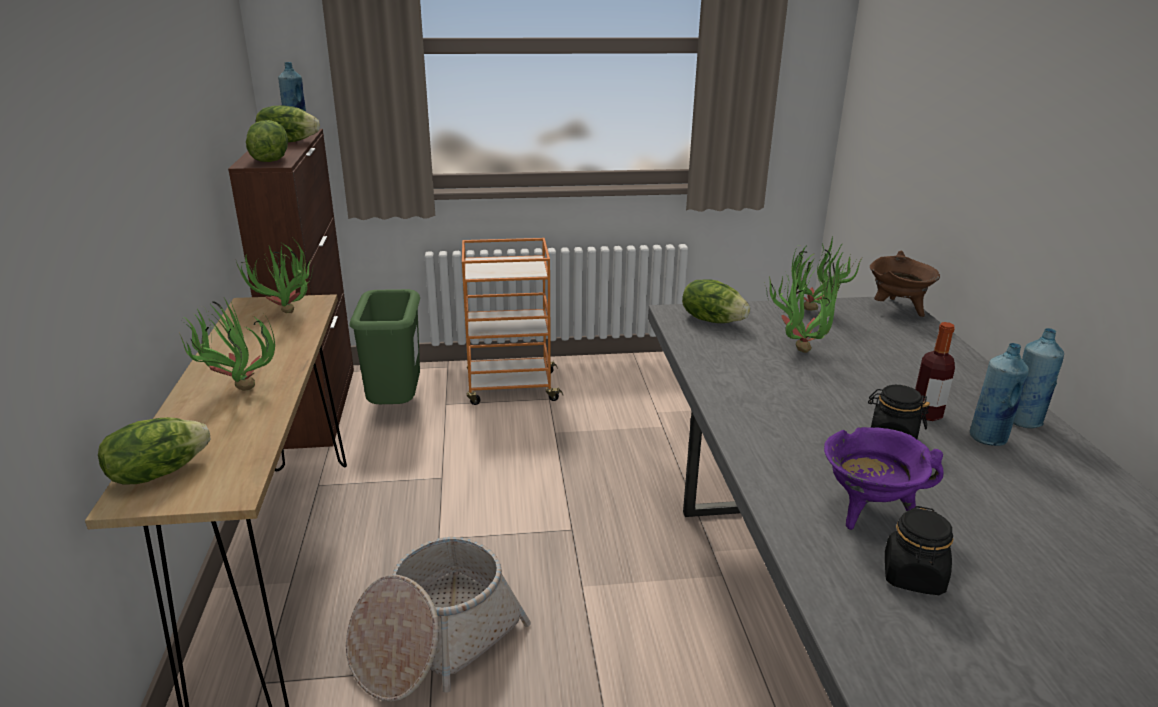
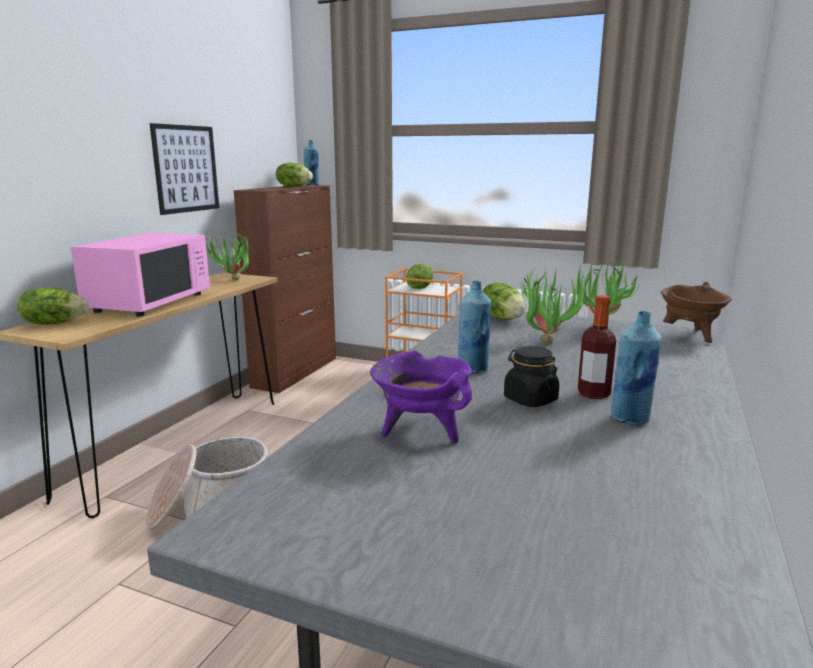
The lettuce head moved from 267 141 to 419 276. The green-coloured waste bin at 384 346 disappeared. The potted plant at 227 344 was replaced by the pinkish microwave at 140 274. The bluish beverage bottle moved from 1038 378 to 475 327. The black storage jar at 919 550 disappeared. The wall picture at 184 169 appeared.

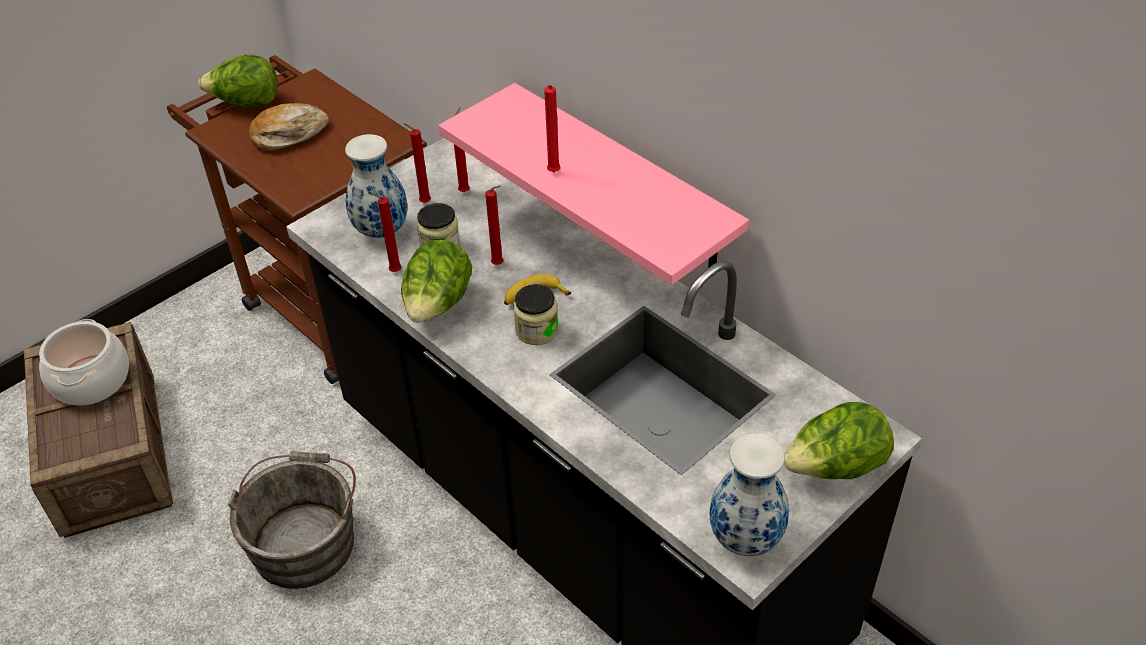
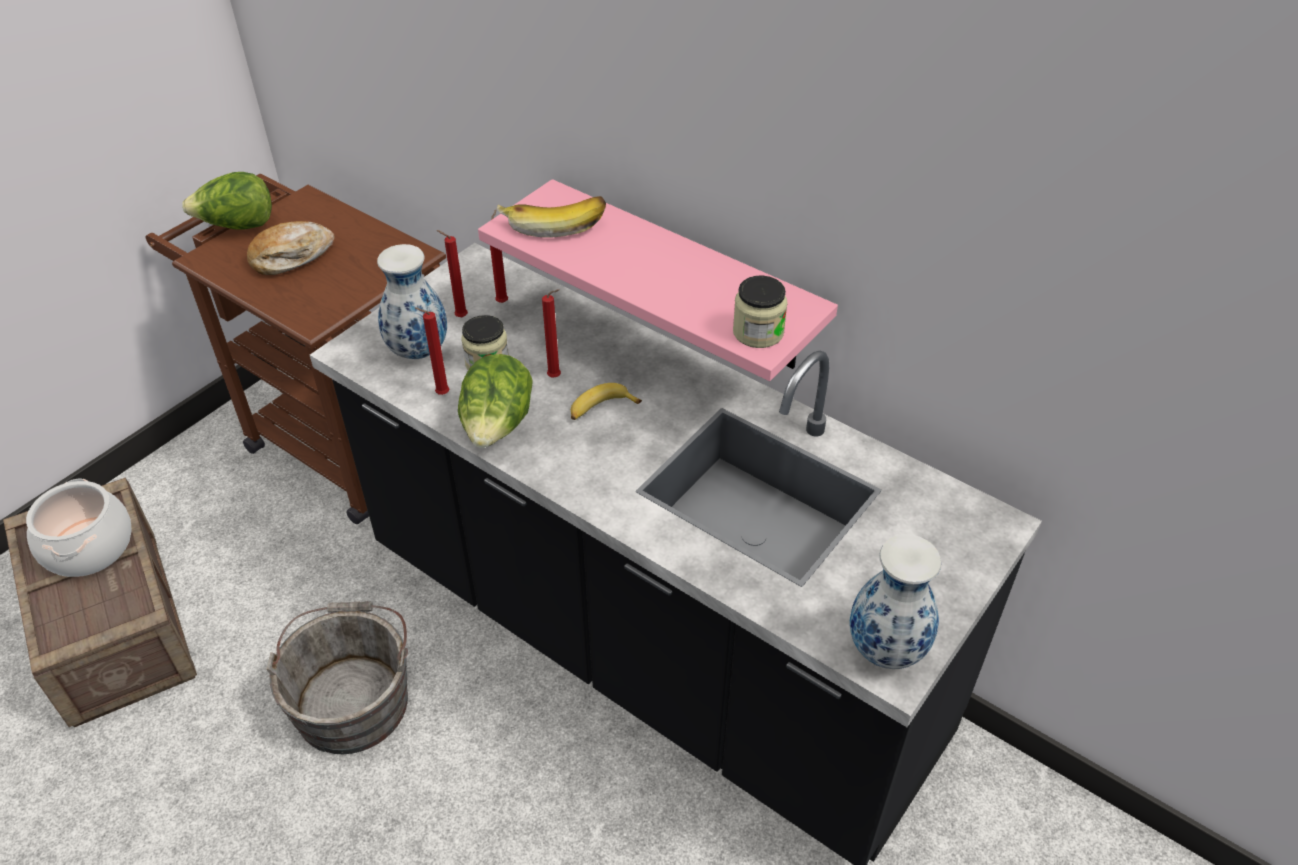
The reddish wax light at 552 128 disappeared. The storage jar moved from 536 314 to 760 312. The lettuce head at 839 440 disappeared. The banana at 551 217 appeared.

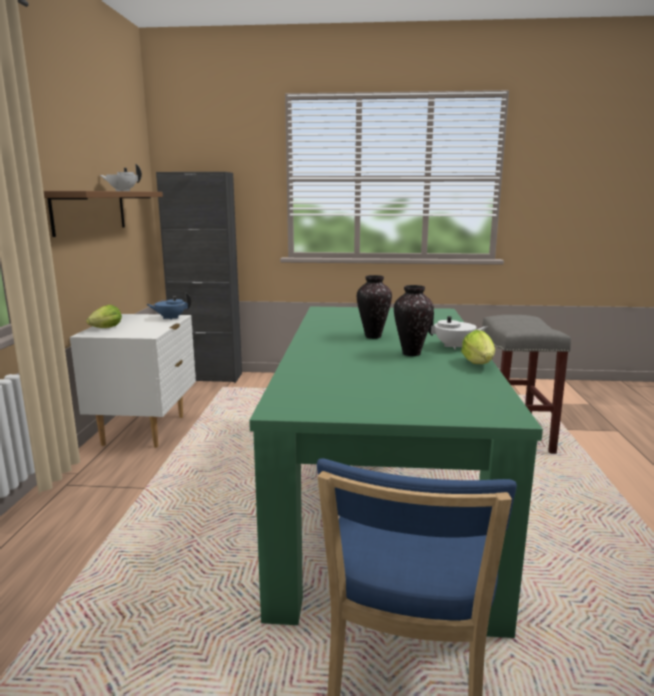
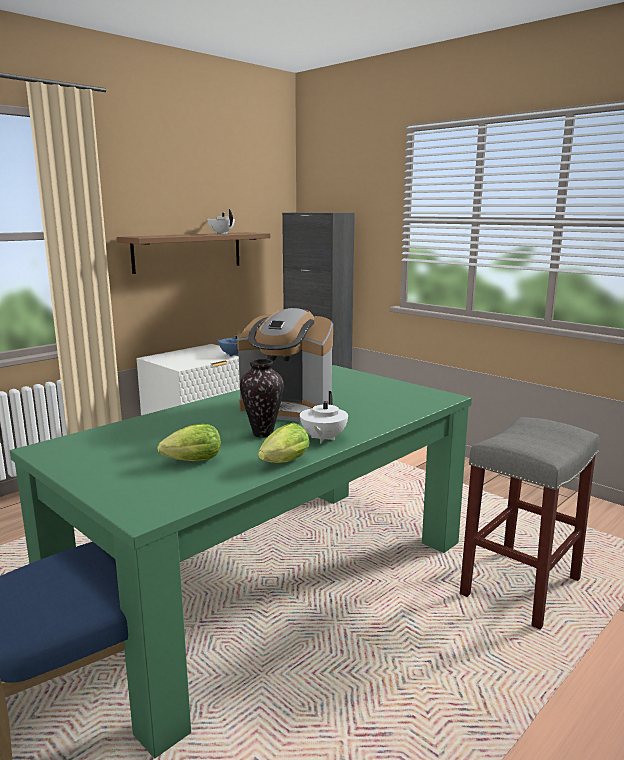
The flower vase at 374 307 was replaced by the coffee machine at 285 365. The lettuce head moved from 104 316 to 189 442. The whitish pot for tea at 458 330 turned 60 degrees clockwise.

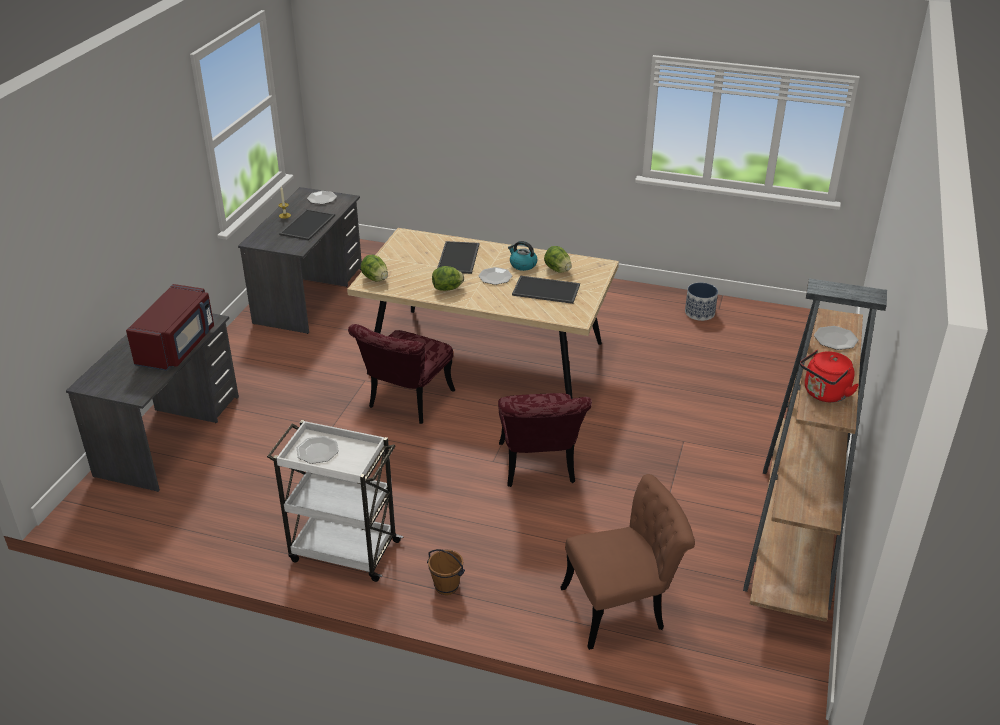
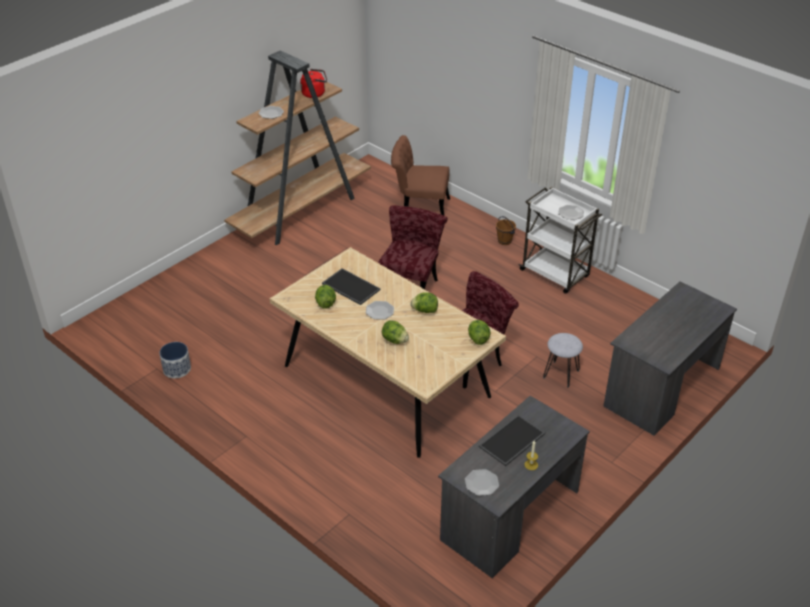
The carrying tray at 458 257 was replaced by the lettuce head at 395 332. The tea kettle at 523 256 disappeared. The reddish microwave at 170 327 disappeared. The greyish sitting stool at 563 360 appeared.

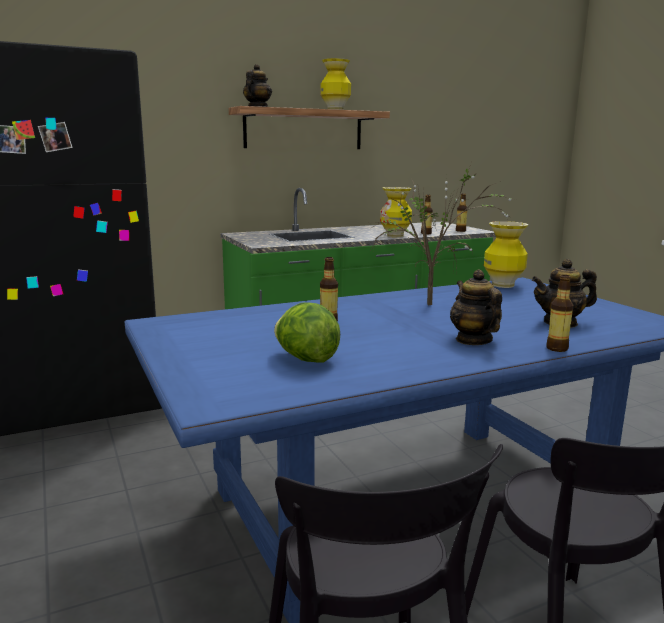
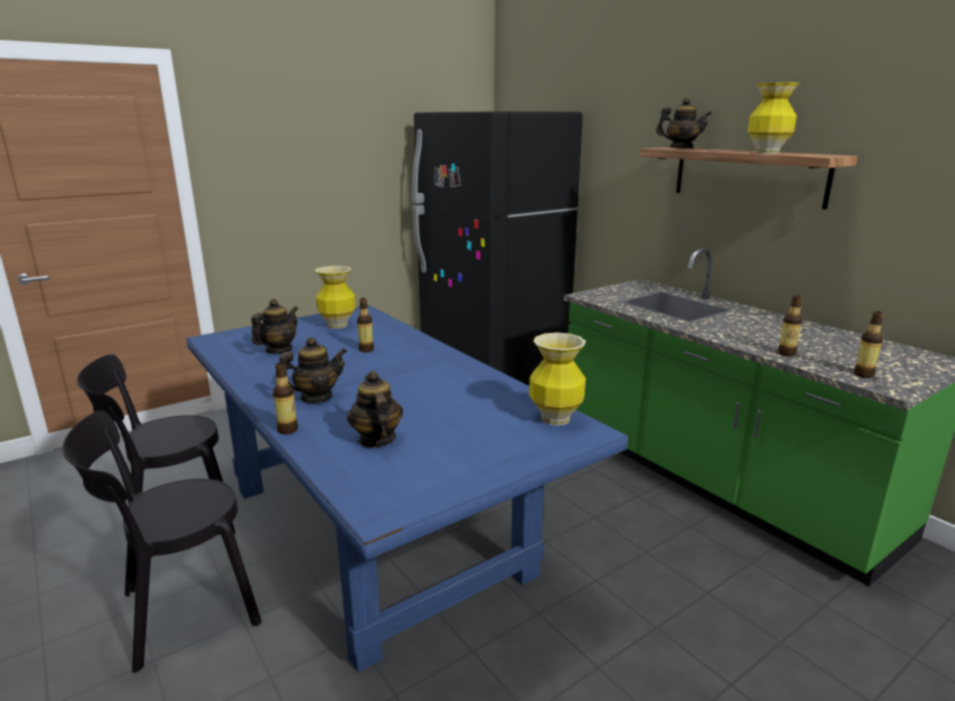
The potted plant at 441 235 disappeared. The flower vase moved from 396 212 to 335 297. The lettuce head at 307 332 was replaced by the pot for tea at 274 326.

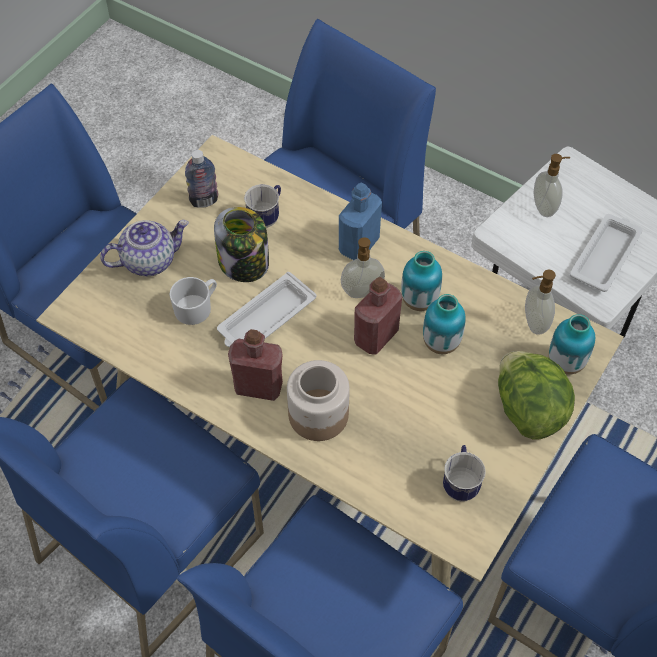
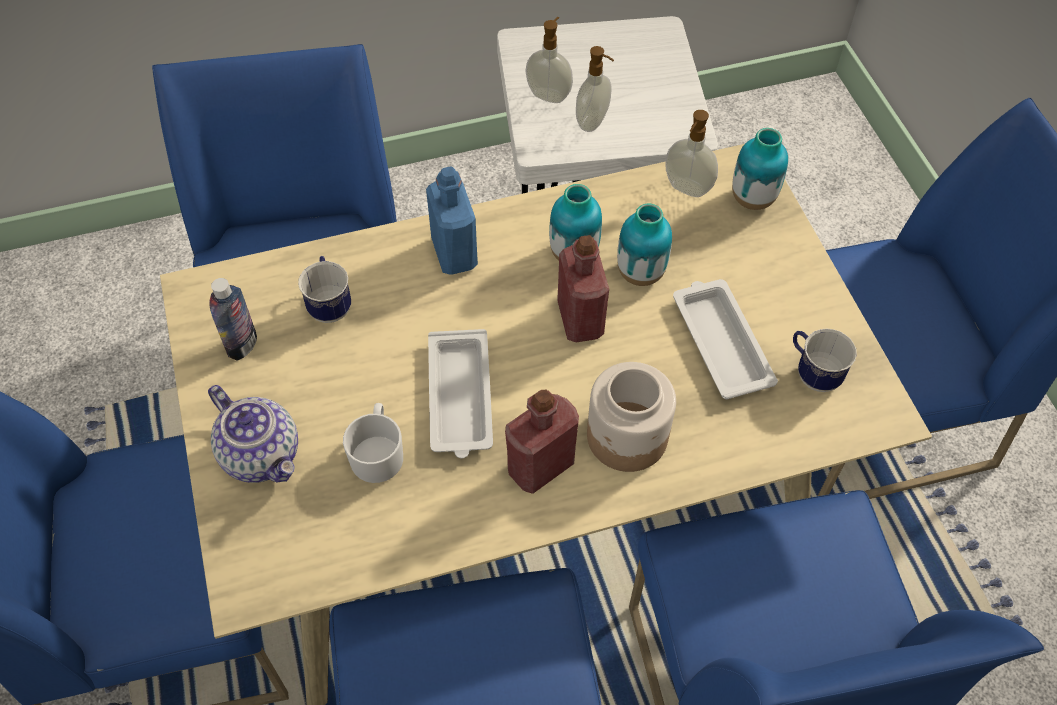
The storage jar at 241 244 disappeared. The whitish carrying tray moved from 606 253 to 725 339. The pot for tea at 144 248 turned 120 degrees clockwise. The soap dispenser moved from 363 267 to 595 89. The lettuce head at 536 395 disappeared.

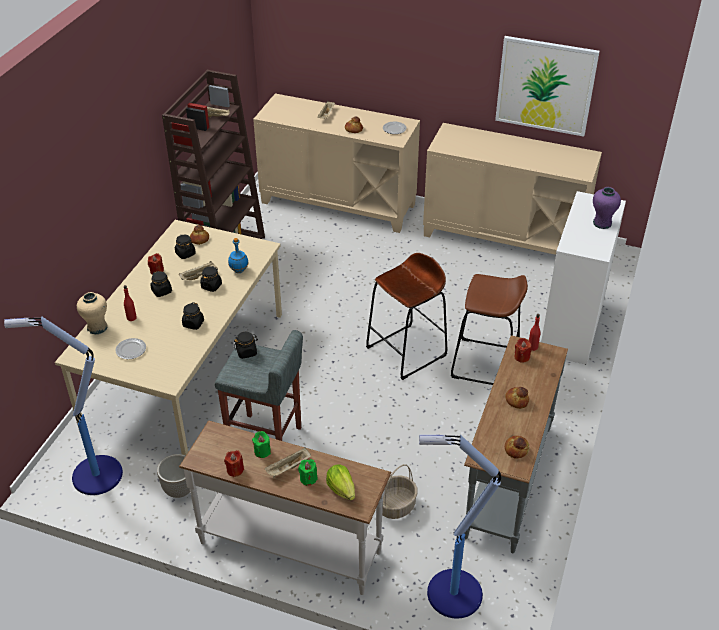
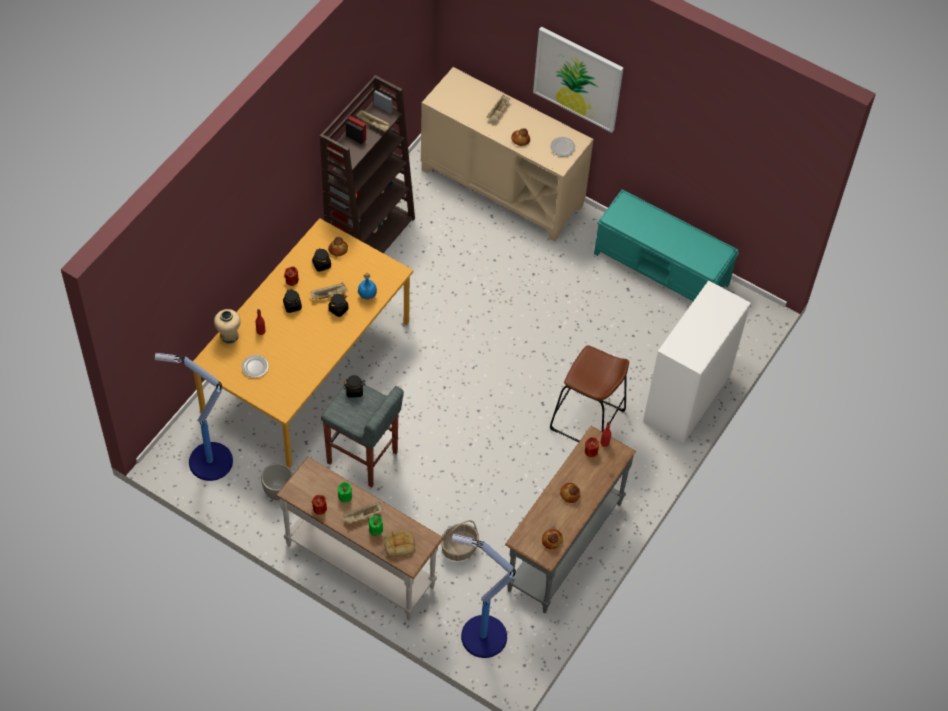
The wall picture moved from 547 86 to 578 80. The beige storage cabinet at 512 189 was replaced by the turquoise bench at 666 245. The purple-coloured flower vase at 607 208 disappeared. The beige dinner table at 168 337 became the orange-coloured dinner table at 303 343. The brown sitting stool at 406 316 disappeared. The black storage jar at 193 316 disappeared. The lettuce head at 340 482 was replaced by the bread at 399 543.

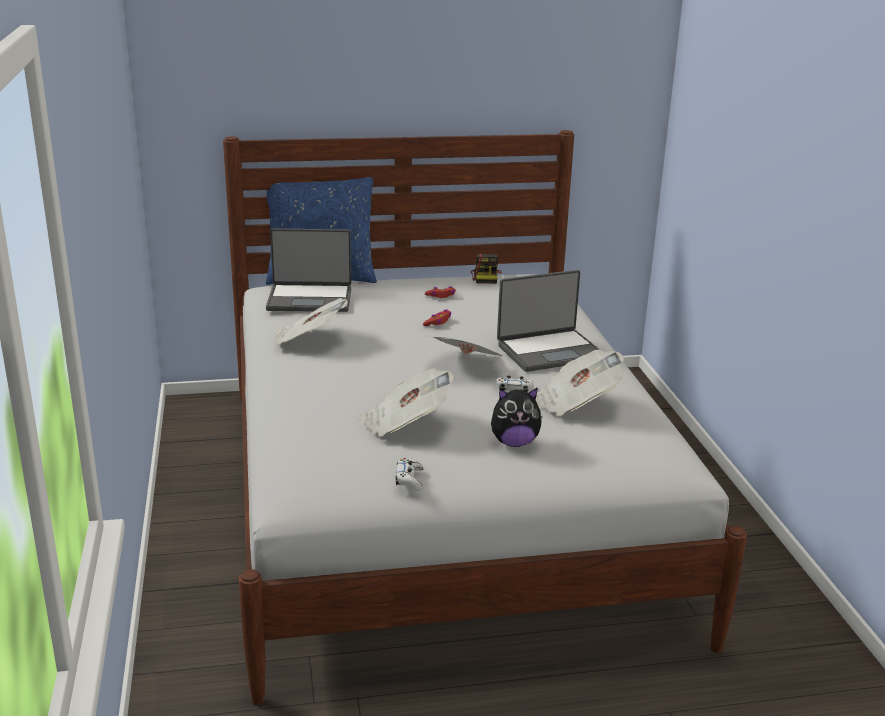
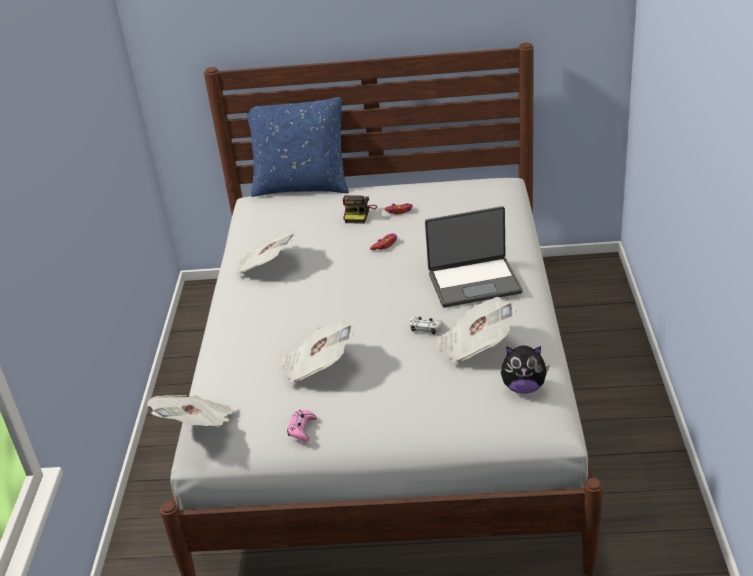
The portable computer at 308 270 disappeared. The photo camera moved from 486 269 to 360 209. The daily paper moved from 465 346 to 192 410. The cuddly toy moved from 517 417 to 525 369. The whitish game controller at 409 474 became the pinkish game controller at 302 426.

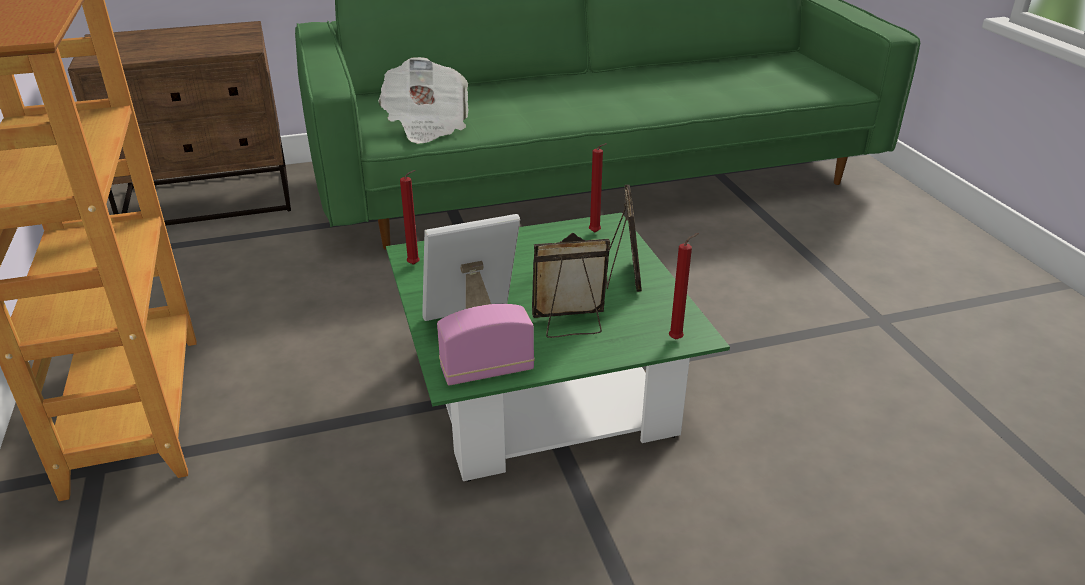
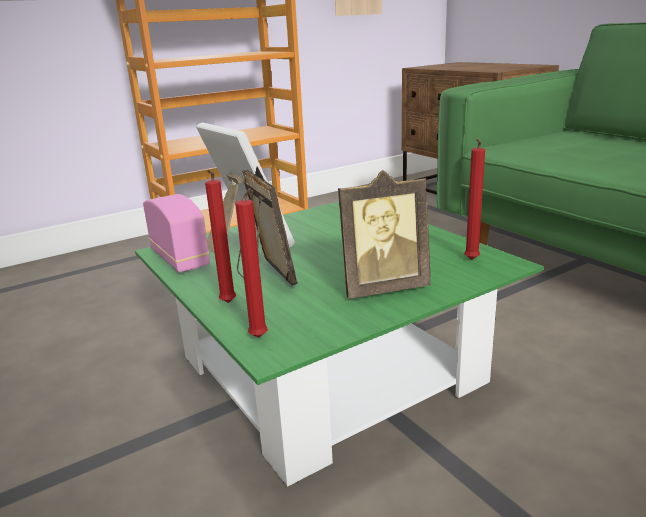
The daily paper at 423 100 disappeared. The reddish wax light moved from 410 217 to 220 236.

